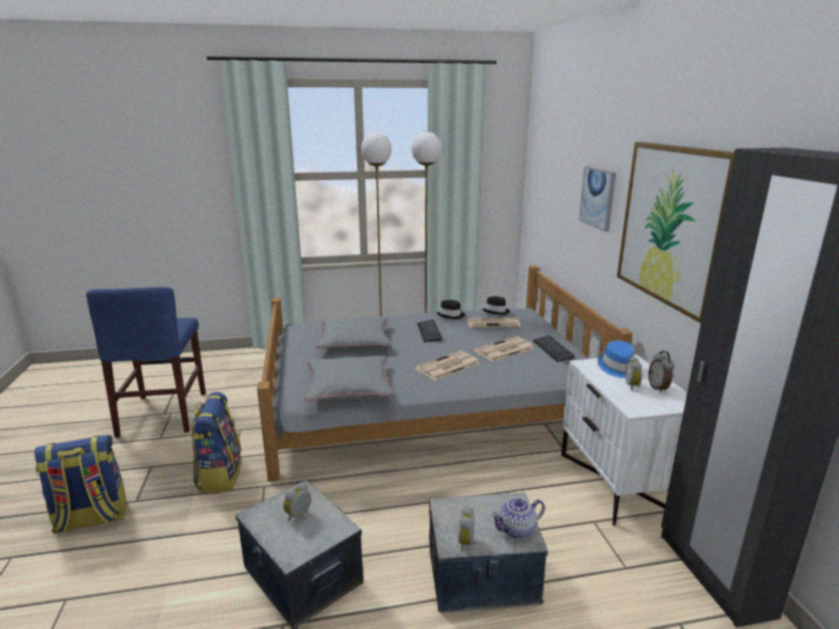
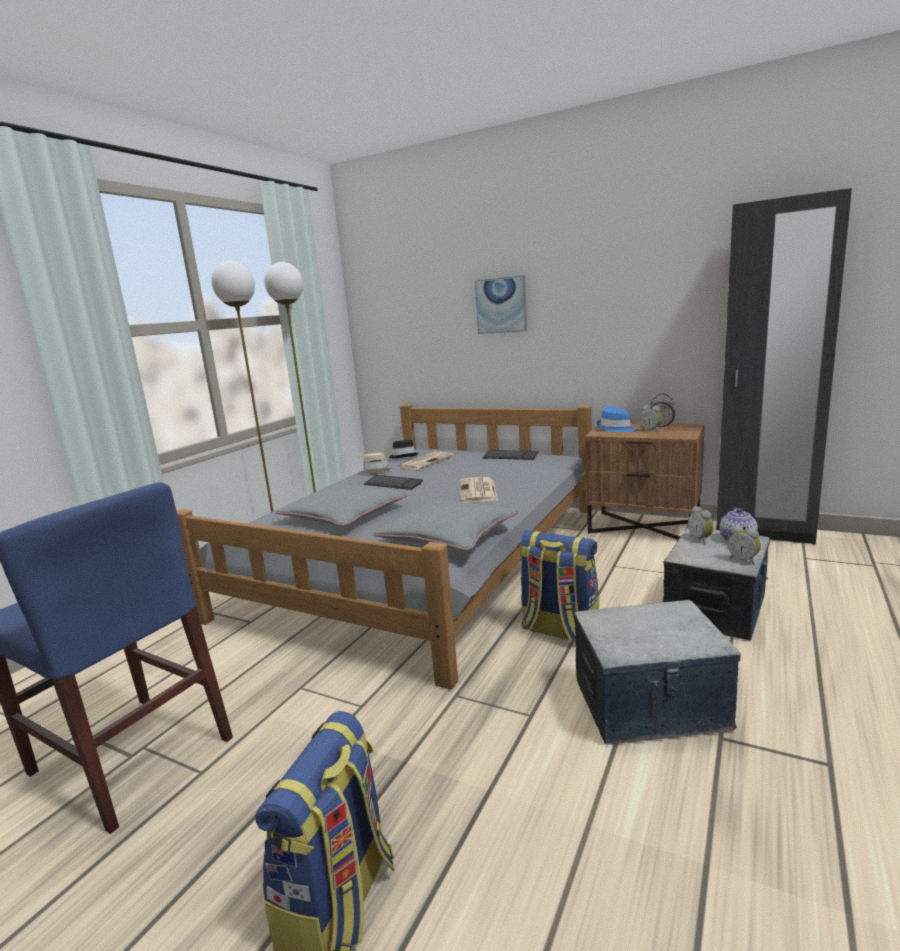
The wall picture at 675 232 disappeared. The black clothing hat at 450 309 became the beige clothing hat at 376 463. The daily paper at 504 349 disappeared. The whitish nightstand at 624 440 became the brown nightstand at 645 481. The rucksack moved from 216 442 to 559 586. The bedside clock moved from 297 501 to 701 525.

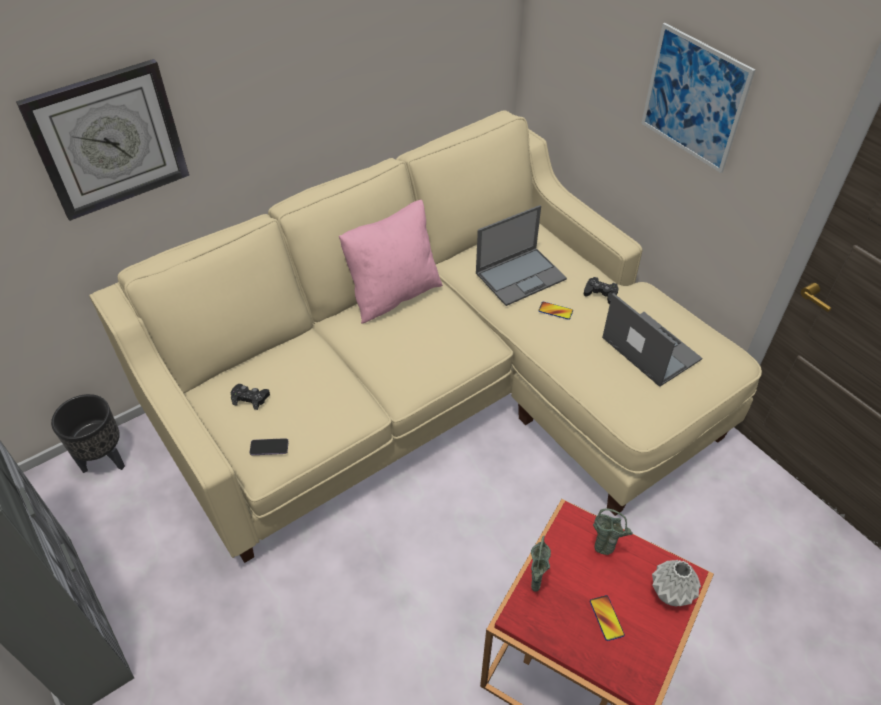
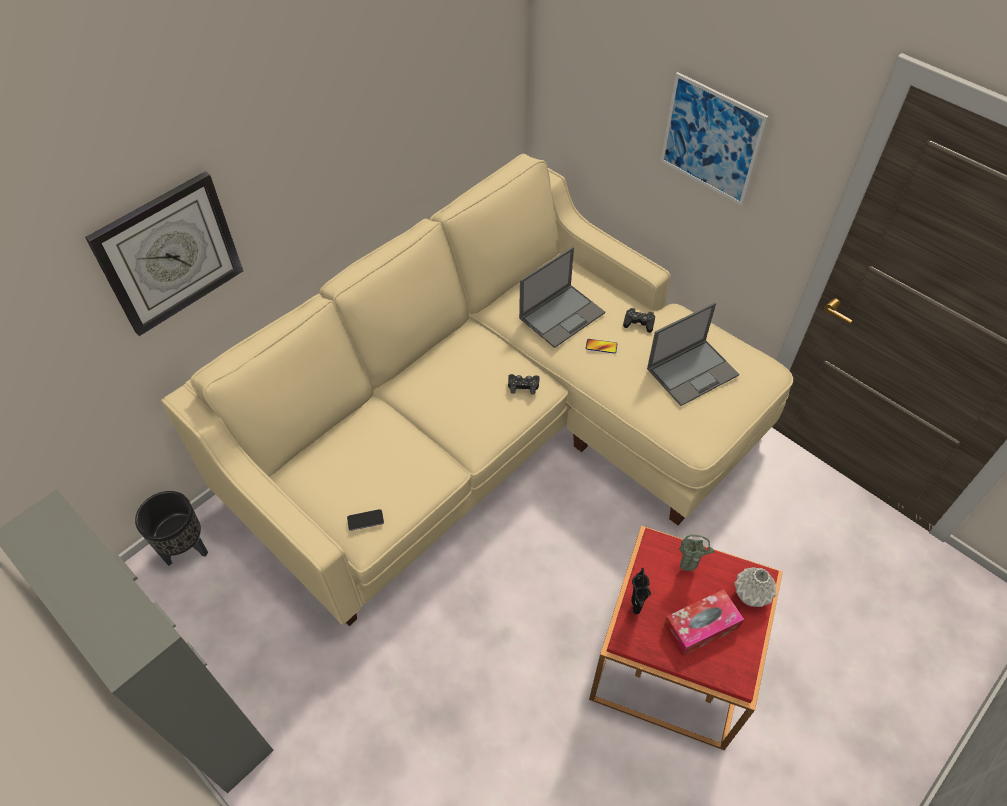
The pinkish cushion at 391 262 disappeared. The portable computer at 652 340 turned 105 degrees clockwise. The black game controller moved from 250 397 to 524 384. The green-coloured flower vase at 541 564 became the black flower vase at 641 591. The phone at 607 618 was replaced by the box of tissues at 703 622.

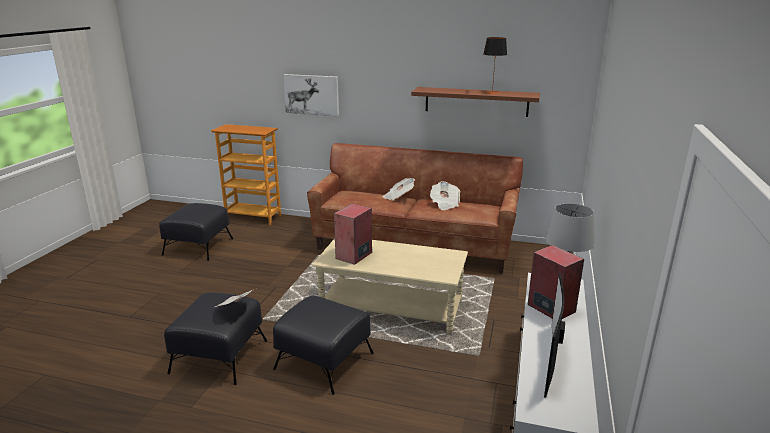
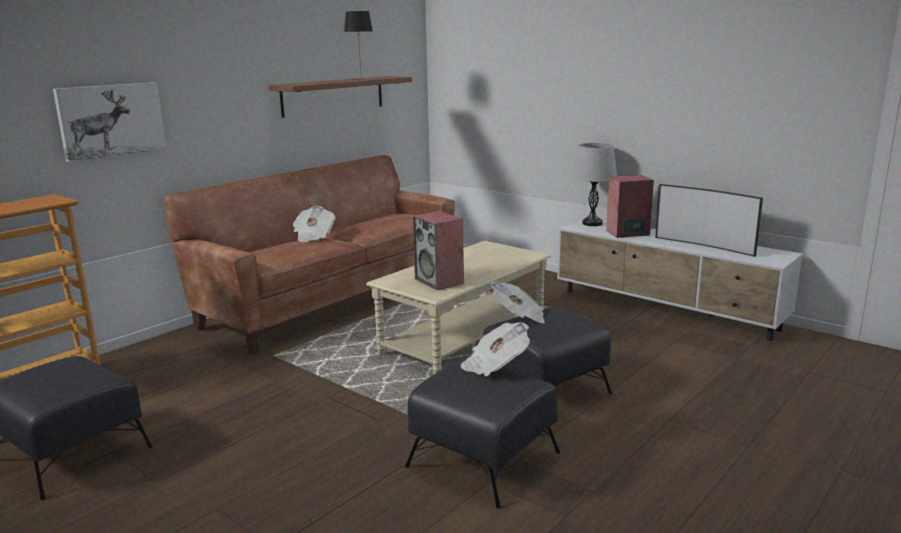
The daily paper moved from 445 195 to 517 302.

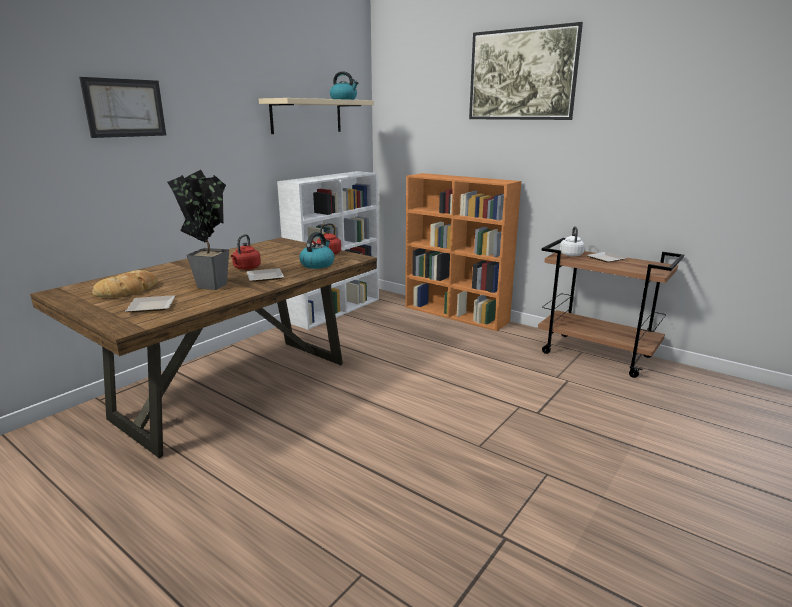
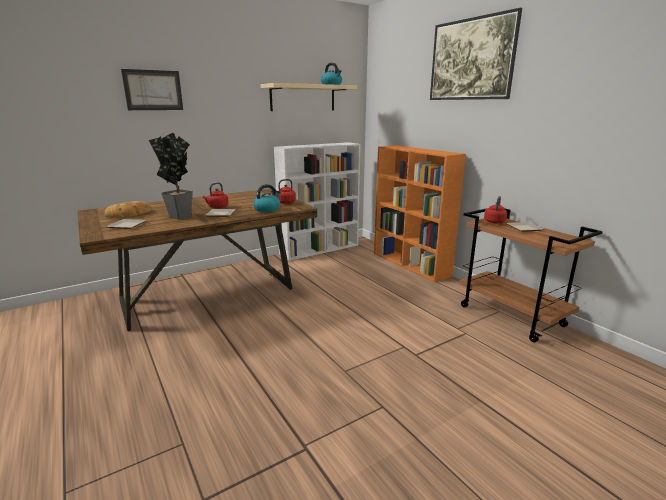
The whitish tea kettle at 572 241 became the reddish tea kettle at 495 209.

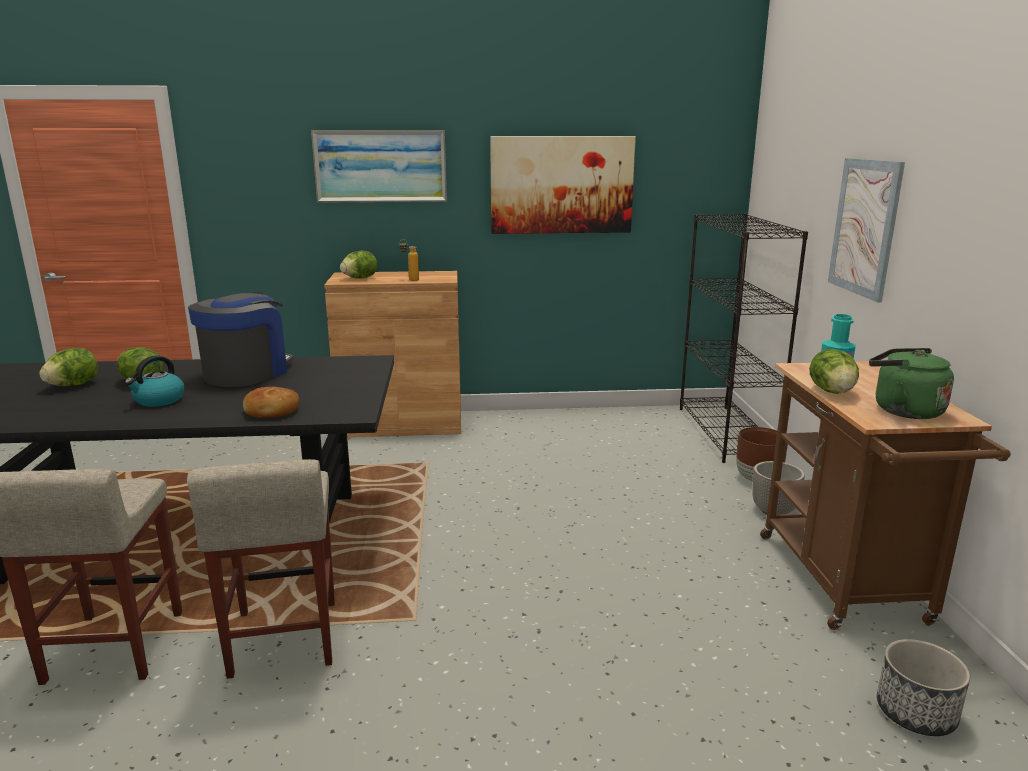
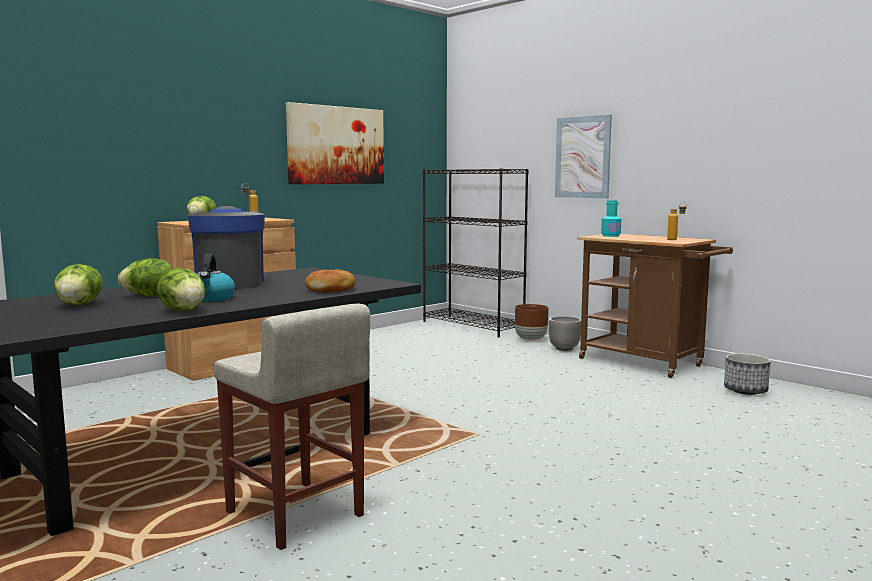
The wall picture at 379 166 disappeared. The green-coloured tea kettle at 911 383 was replaced by the beverage bottle at 677 221. The lettuce head moved from 834 371 to 181 289. The beige sitting stool at 261 569 disappeared.

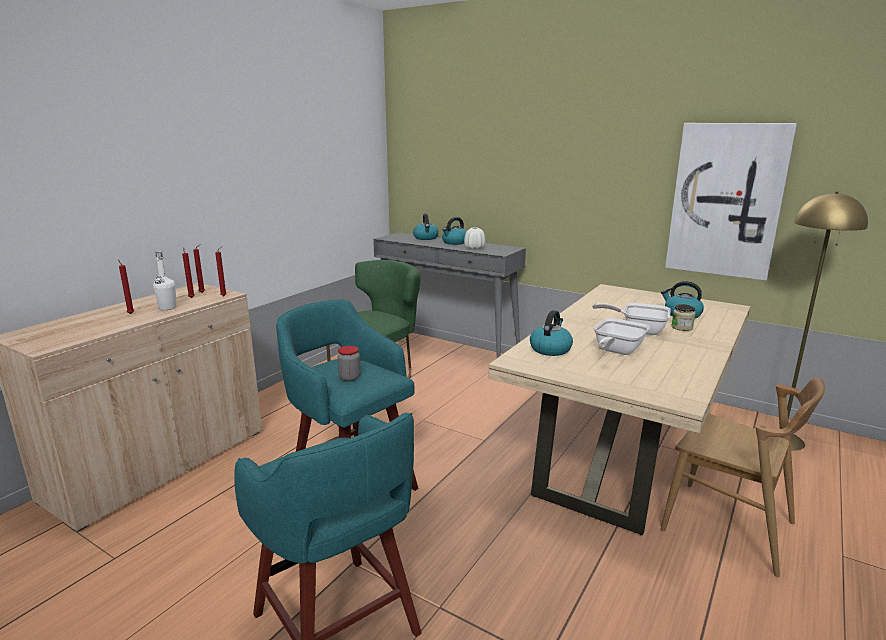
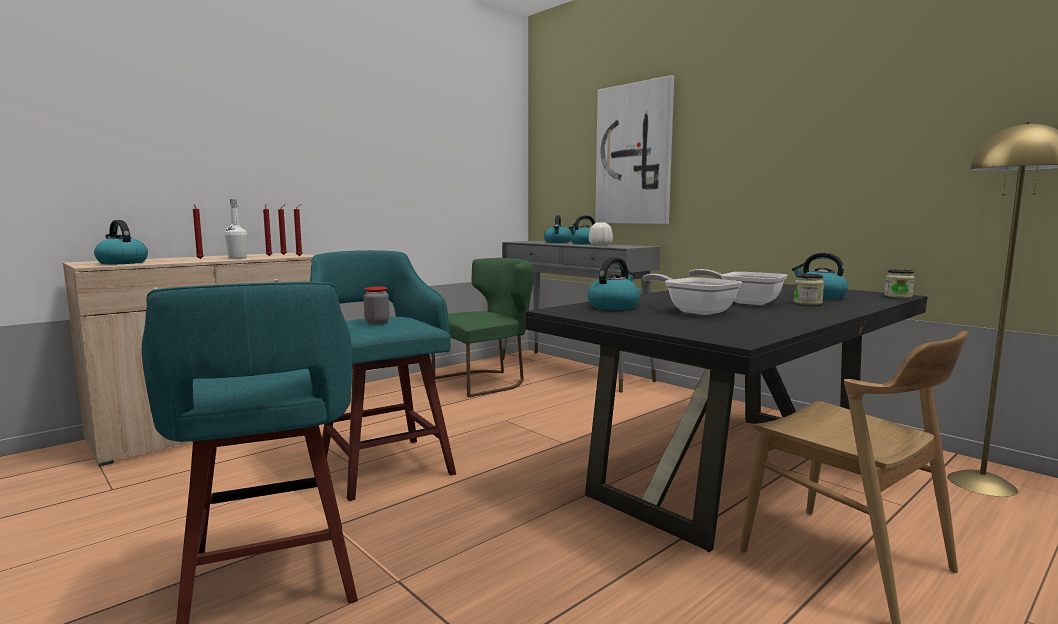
The wall picture moved from 731 201 to 634 149. The beige dinner table at 619 409 became the black dinner table at 726 418. The skillet at 621 336 turned 90 degrees clockwise. The tea kettle at 121 242 appeared. The storage jar at 899 283 appeared.

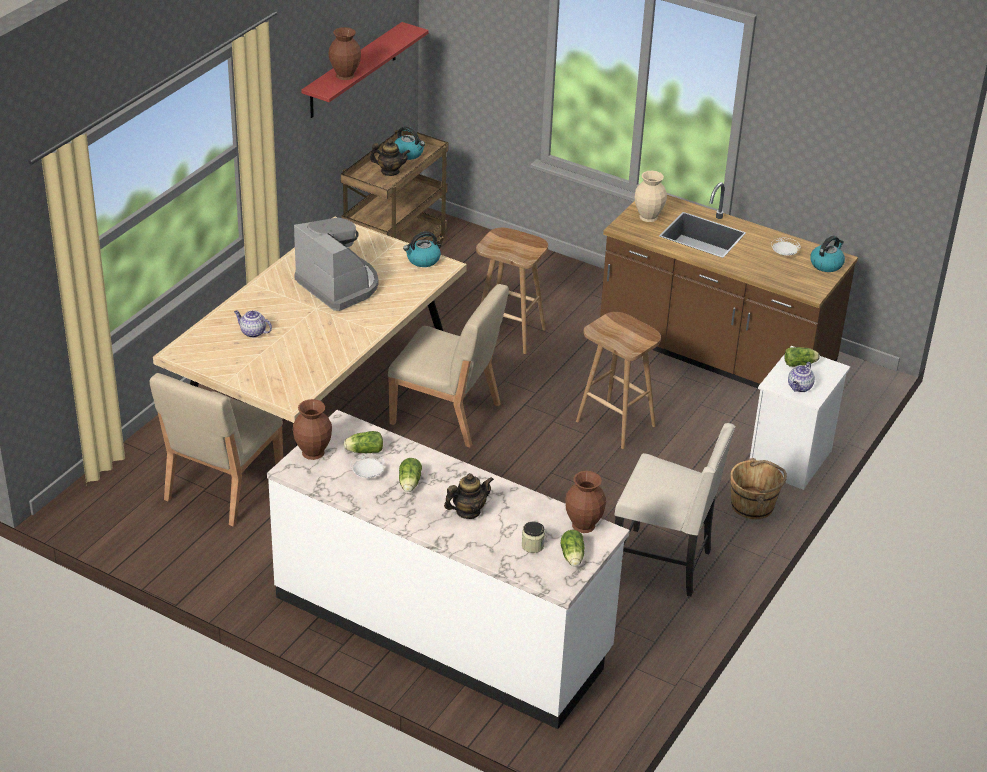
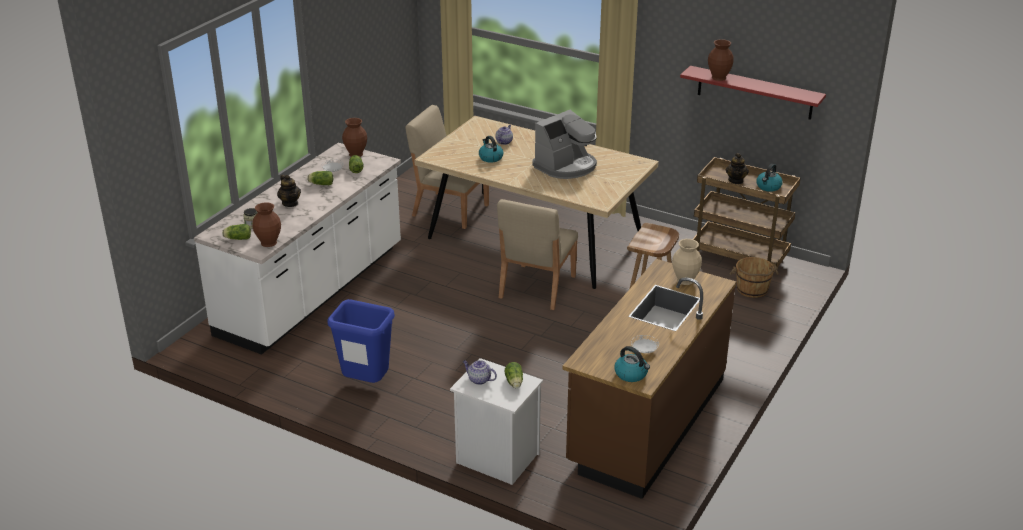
The tea kettle moved from 422 249 to 491 149. The brown sitting stool at 618 380 disappeared. The beige plain chair at 675 510 was replaced by the bluish waste bin at 361 341. The brown bucket moved from 758 488 to 754 277.

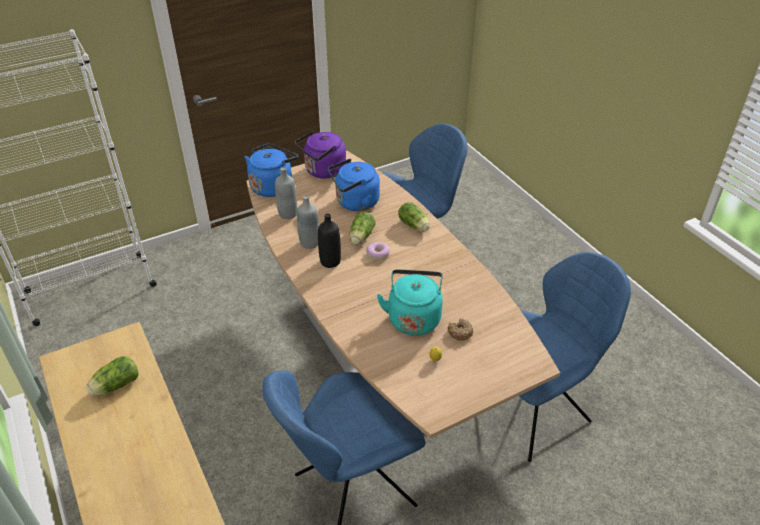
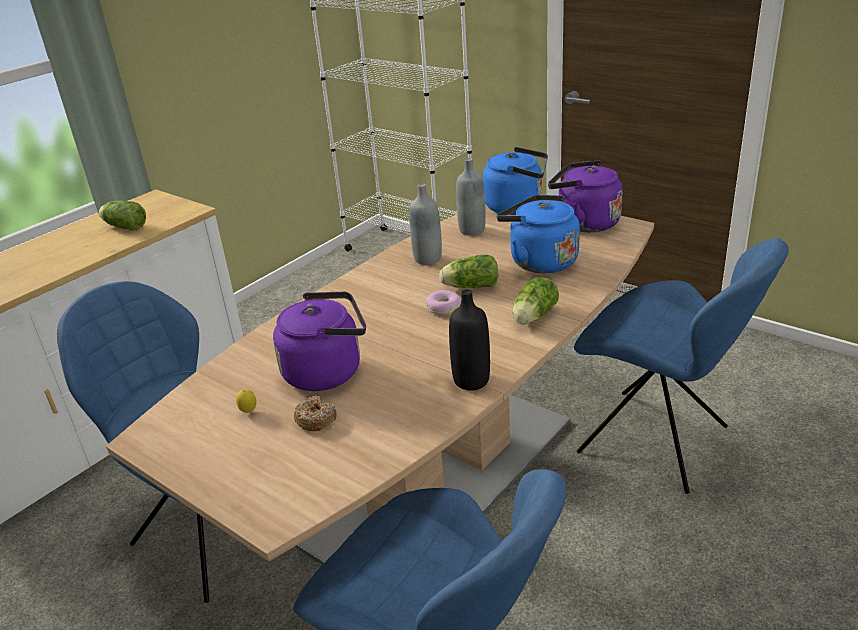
The black beverage bottle moved from 329 241 to 469 340. The turquoise tea kettle at 410 302 became the purple-coloured tea kettle at 319 341.

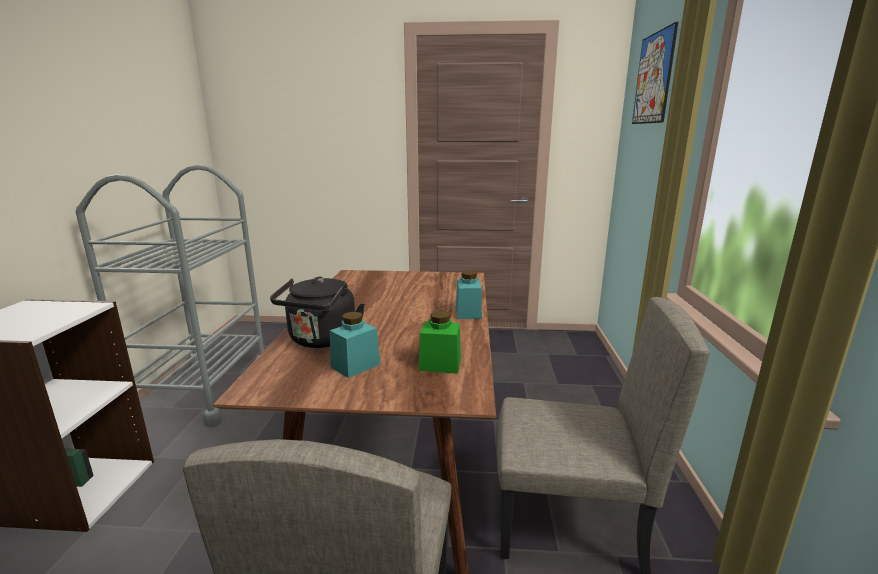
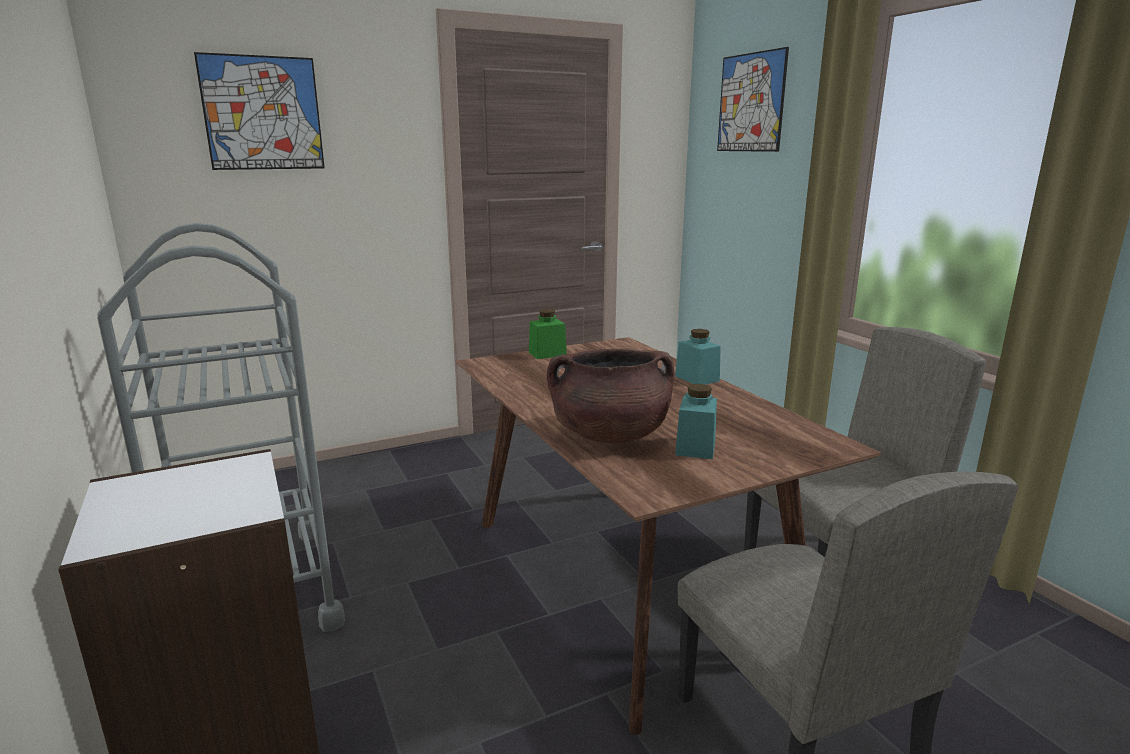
The black tea kettle at 317 312 was replaced by the brown saucepot at 610 396. The green-coloured storage jar moved from 440 342 to 548 334. The wall picture at 259 111 appeared.

